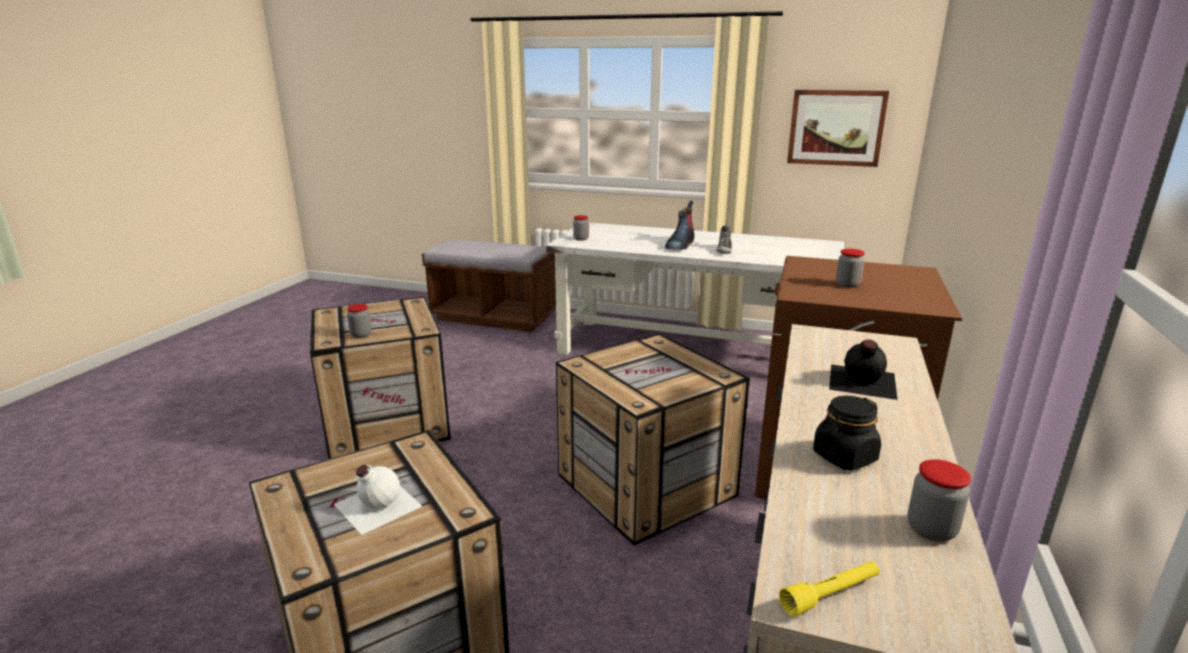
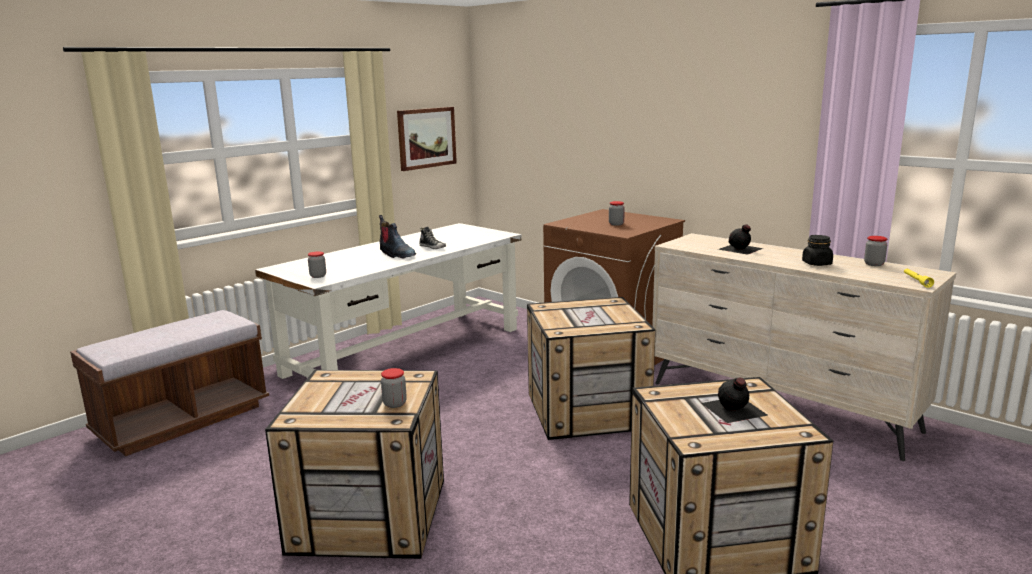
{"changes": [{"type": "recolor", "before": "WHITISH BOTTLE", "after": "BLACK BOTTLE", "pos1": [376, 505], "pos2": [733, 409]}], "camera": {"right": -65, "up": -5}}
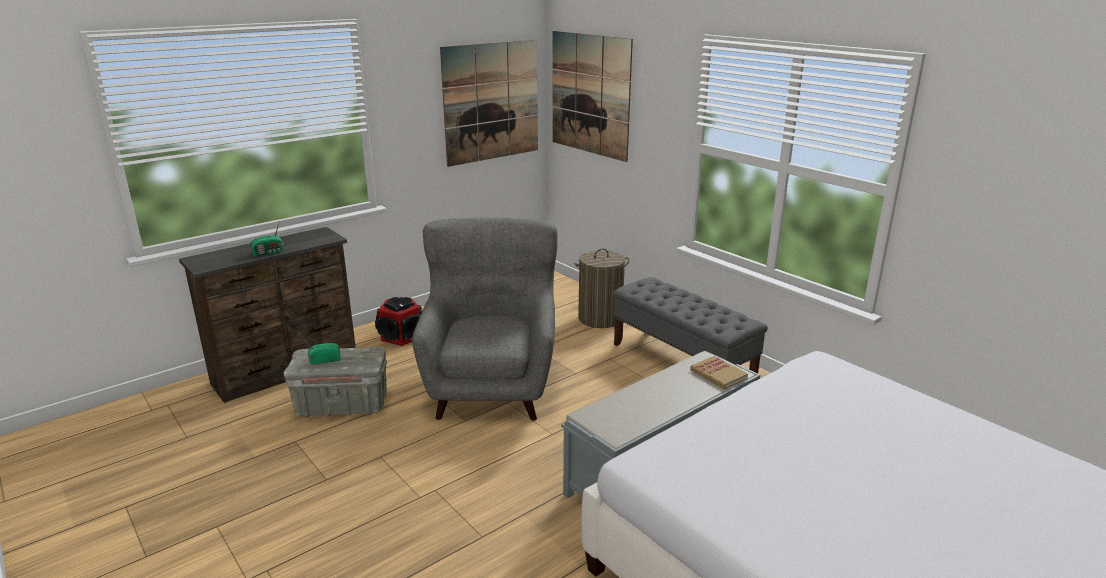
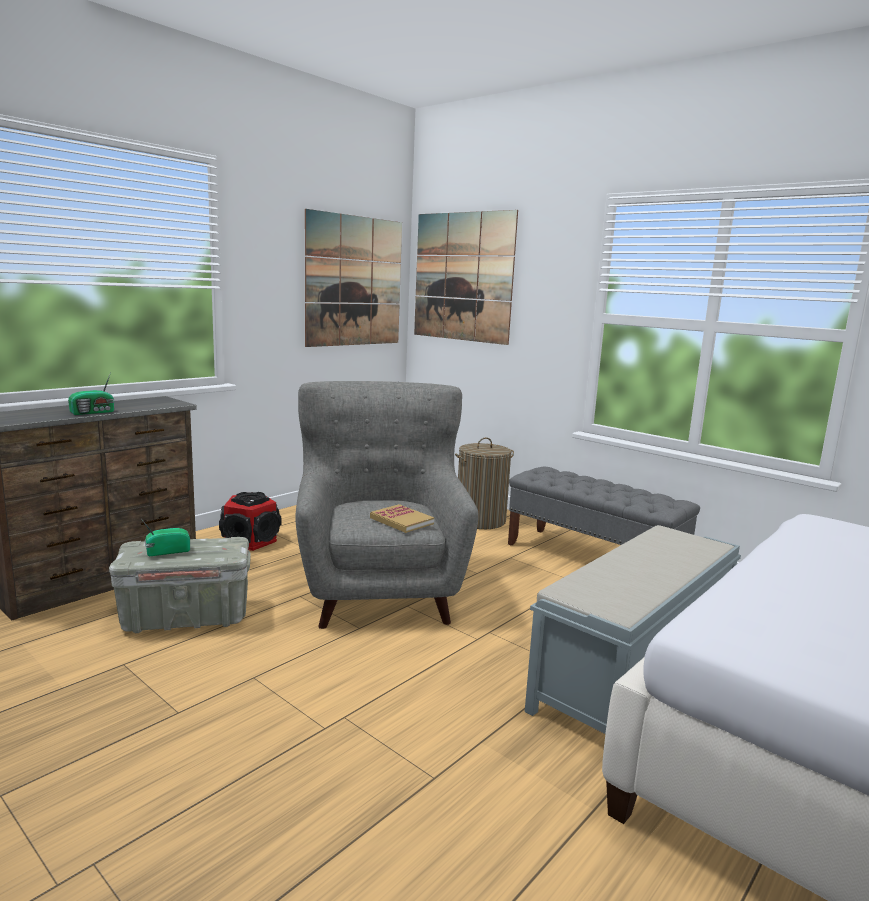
{"changes": [{"type": "move", "before": "BOUND BOOK", "pos1": [718, 374], "pos2": [401, 521]}], "camera": {"right": -10, "up": -10}}
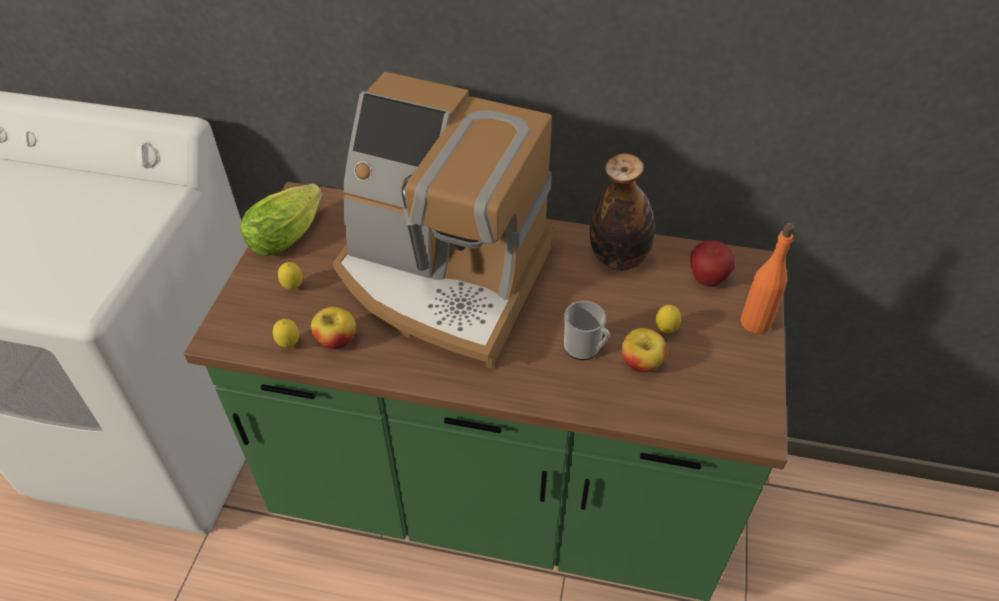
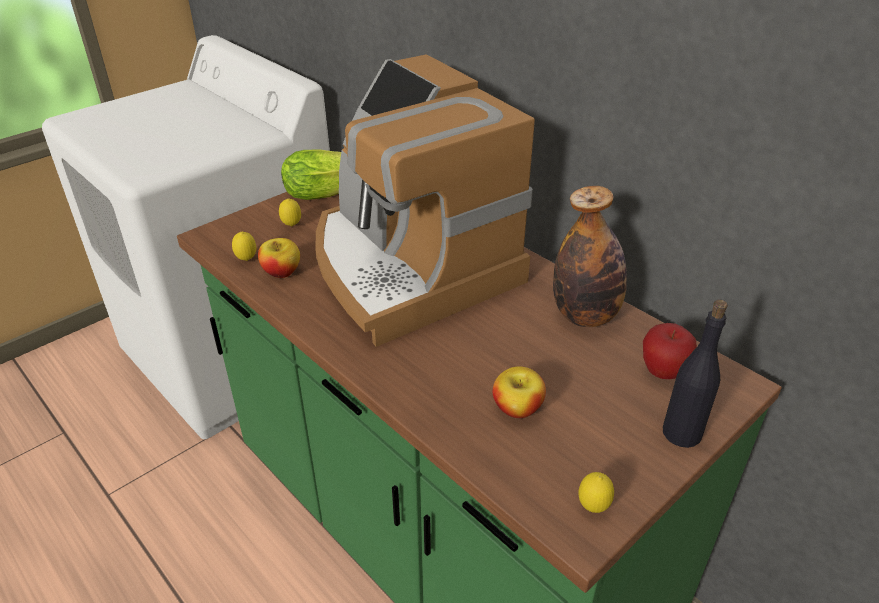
{"changes": [{"type": "recolor", "before": "ORANGE-COLOURED BOTTLE", "after": "BLACK BOTTLE", "pos1": [755, 322], "pos2": [682, 433]}, {"type": "delete", "before": "TEA MUG", "pos1": [585, 348]}, {"type": "move", "before": "WHOLE LEMON", "pos1": [665, 330], "pos2": [593, 508]}], "camera": {"right": 35, "up": -10}}
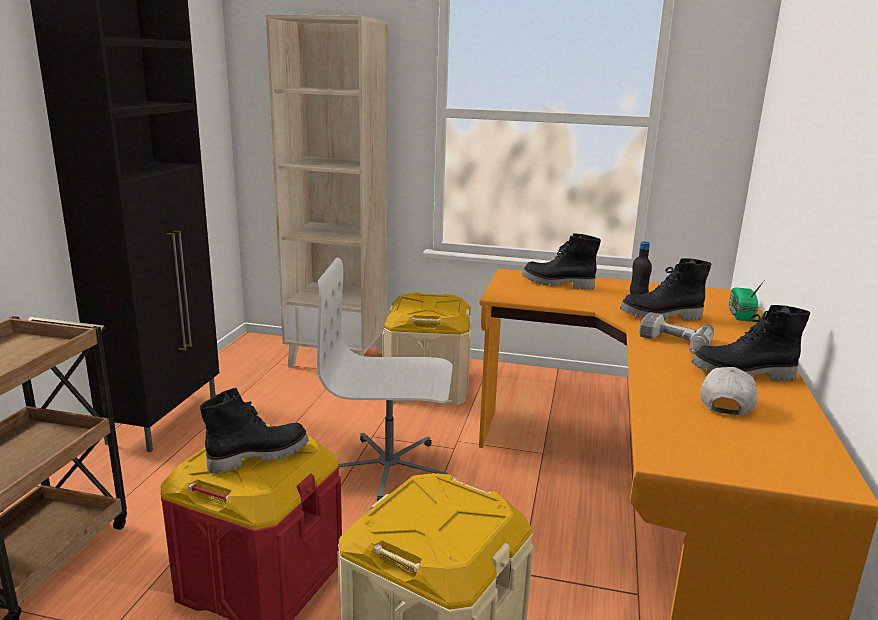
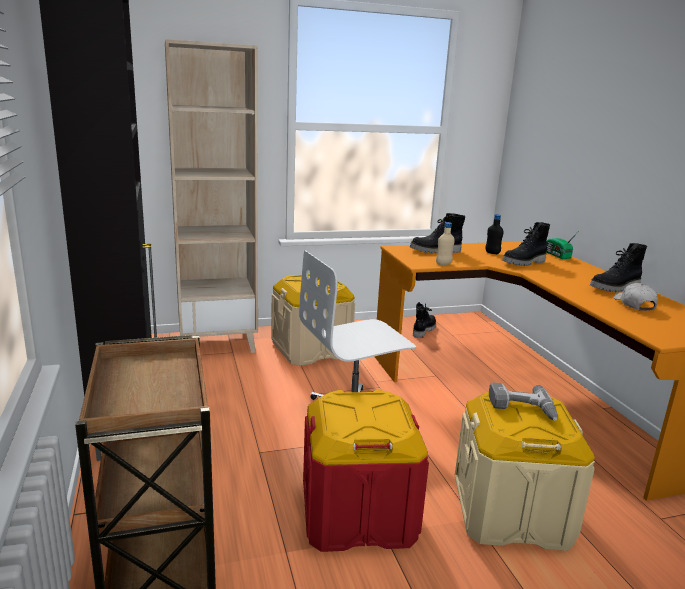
{"changes": [{"type": "move", "before": "ELECTRIC DRILL", "pos1": [672, 343], "pos2": [522, 409]}, {"type": "move", "before": "BLACK TALL BOOT", "pos1": [258, 455], "pos2": [423, 330]}, {"type": "insert", "after": "BEIGE-COLOURED BOTTLE", "pos2": [443, 264]}], "camera": {"right": -30, "up": 0}}
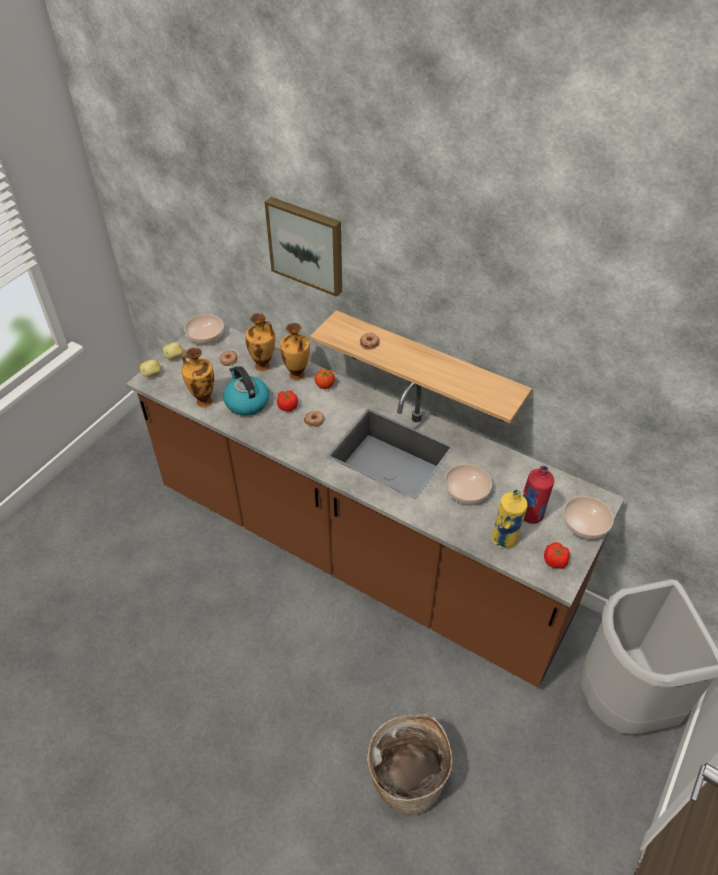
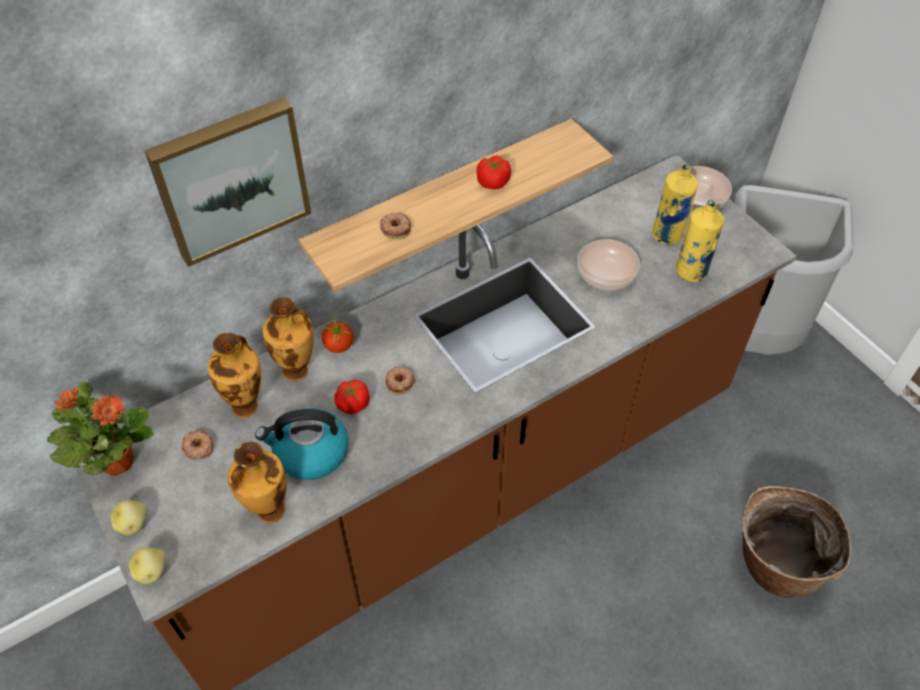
{"changes": [{"type": "replace", "before": "DEEP DISH", "after": "POTTED PLANT", "pos1": [206, 336], "pos2": [116, 461]}, {"type": "recolor", "before": "RED BOTTLE", "after": "YELLOW-COLOURED BOTTLE", "pos1": [531, 515], "pos2": [667, 235]}, {"type": "move", "before": "WHOLE TOMATO", "pos1": [555, 561], "pos2": [493, 182]}], "camera": {"right": -65, "up": 5}}
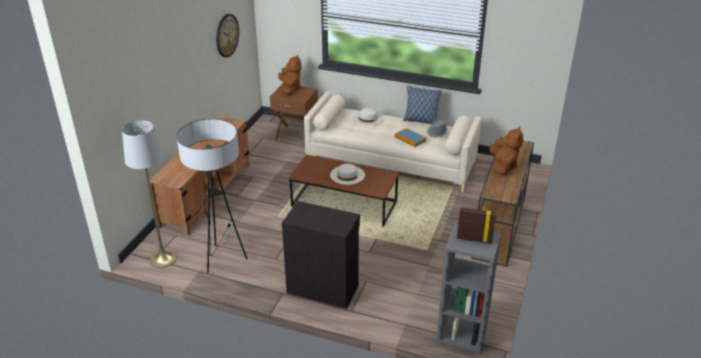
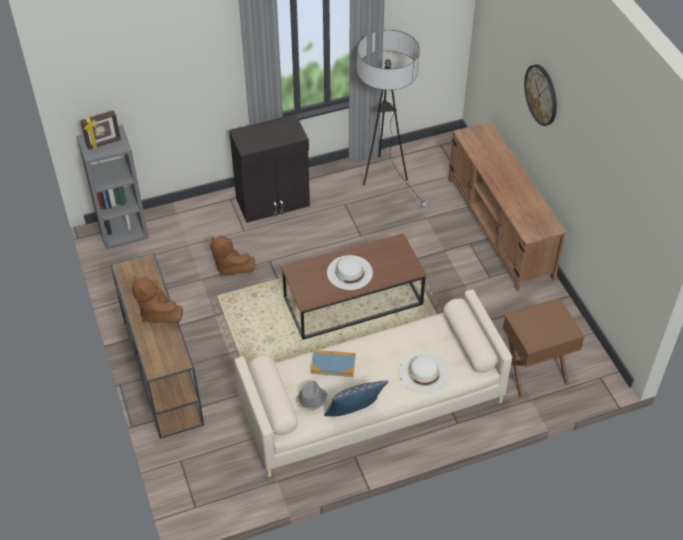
{"changes": [{"type": "move", "before": "WALL CLOCK", "pos1": [227, 35], "pos2": [541, 94]}, {"type": "move", "before": "BROWNISH CUDDLY TOY", "pos1": [290, 89], "pos2": [230, 267]}, {"type": "delete", "before": "GRAY STANDING LAMP", "pos1": [163, 259]}], "camera": {"right": 140, "up": 15}}
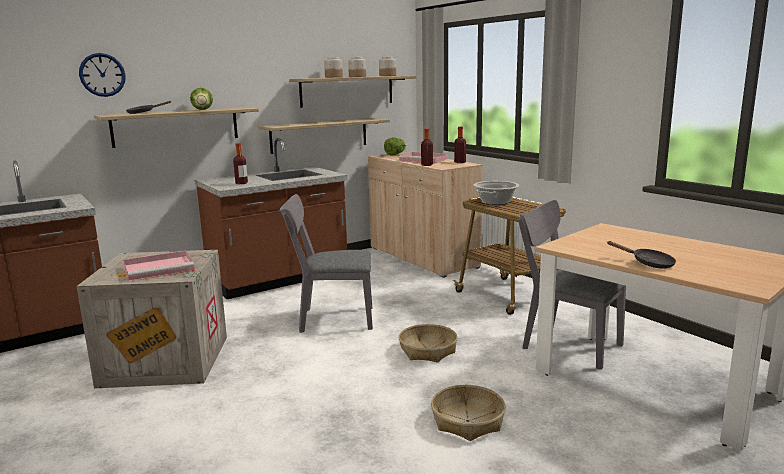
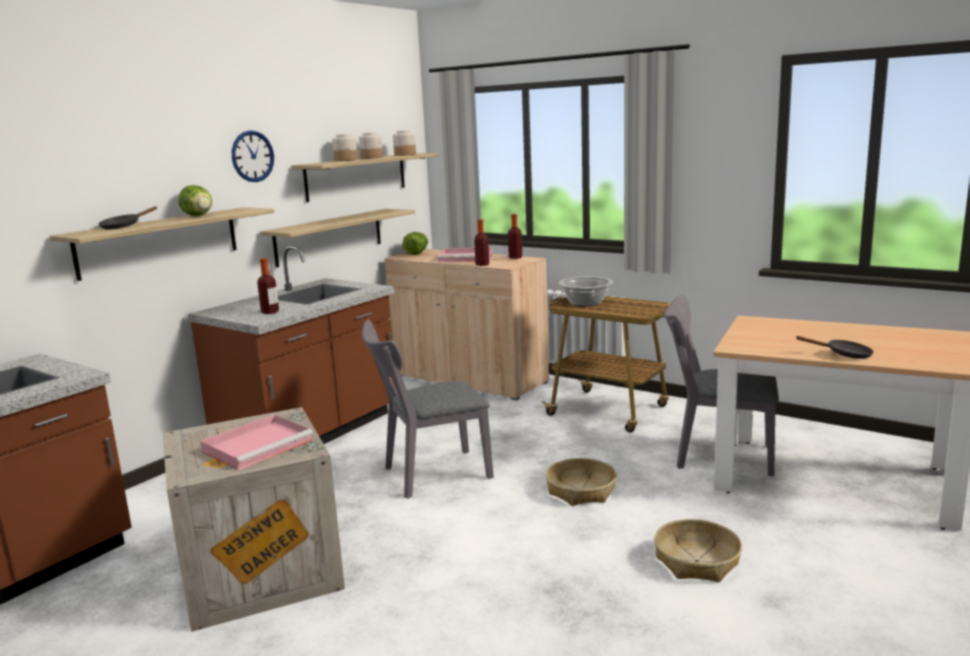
{"changes": [{"type": "move", "before": "WALL CLOCK", "pos1": [102, 75], "pos2": [252, 156]}], "camera": {"right": -20, "up": 0}}
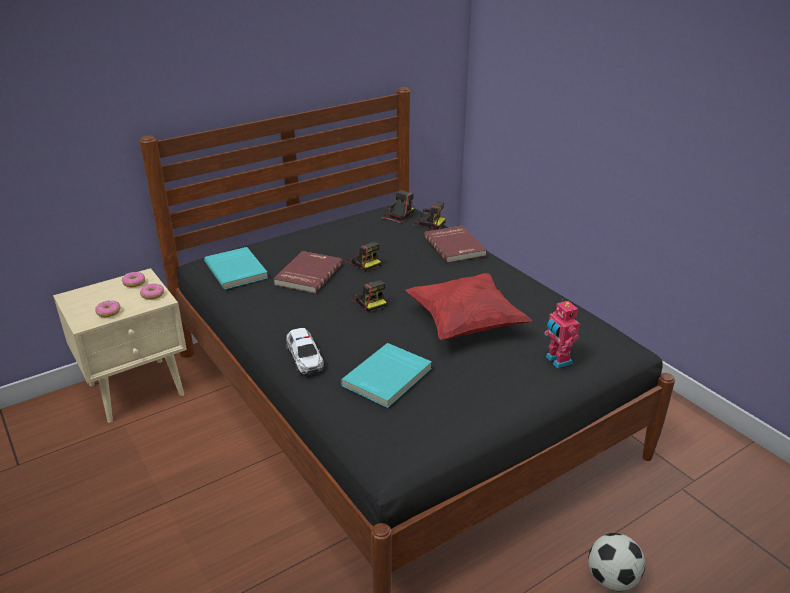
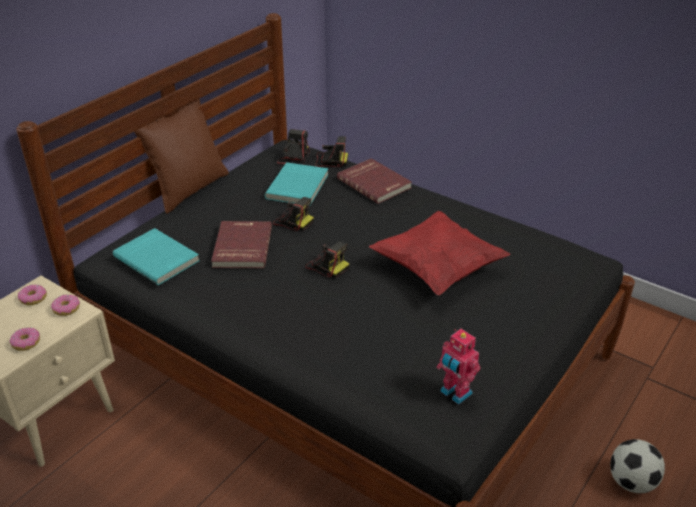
{"changes": [{"type": "move", "before": "ROBOT FIGURE", "pos1": [557, 360], "pos2": [454, 393]}, {"type": "delete", "before": "MINIATURE CAR", "pos1": [304, 357]}, {"type": "move", "before": "BLUE-GREEN BOUND BOOK", "pos1": [388, 377], "pos2": [298, 186]}, {"type": "insert", "after": "BROWNISH PILLOW", "pos2": [189, 190]}], "camera": {"right": -20, "up": 5}}
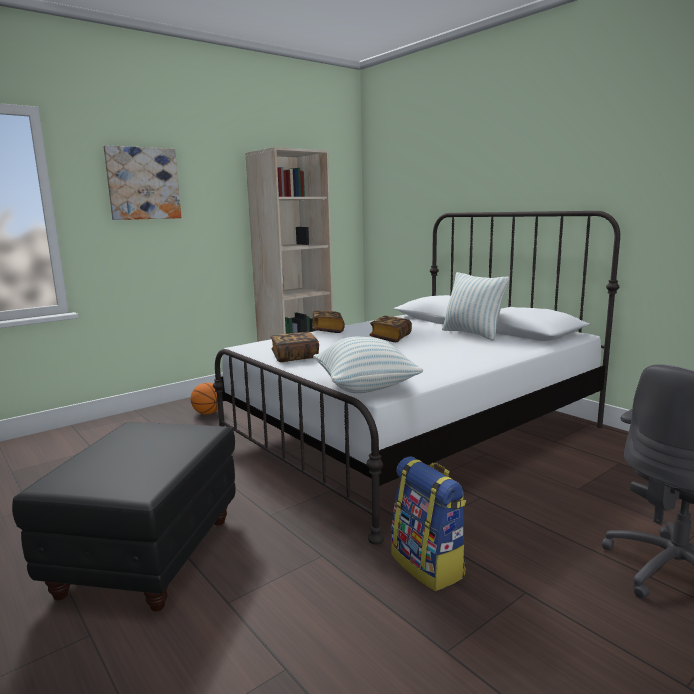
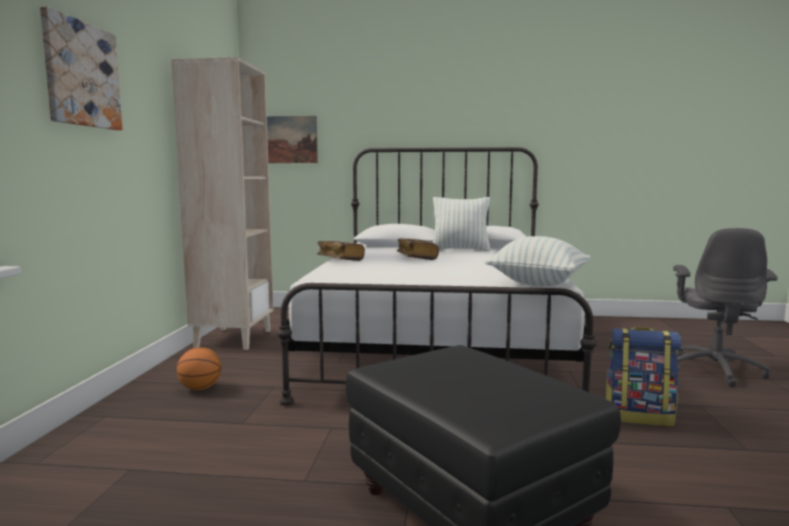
{"changes": [{"type": "delete", "before": "BOUND BOOK", "pos1": [295, 357]}, {"type": "insert", "after": "WALL ART", "pos2": [289, 139]}], "camera": {"right": -45, "up": -5}}
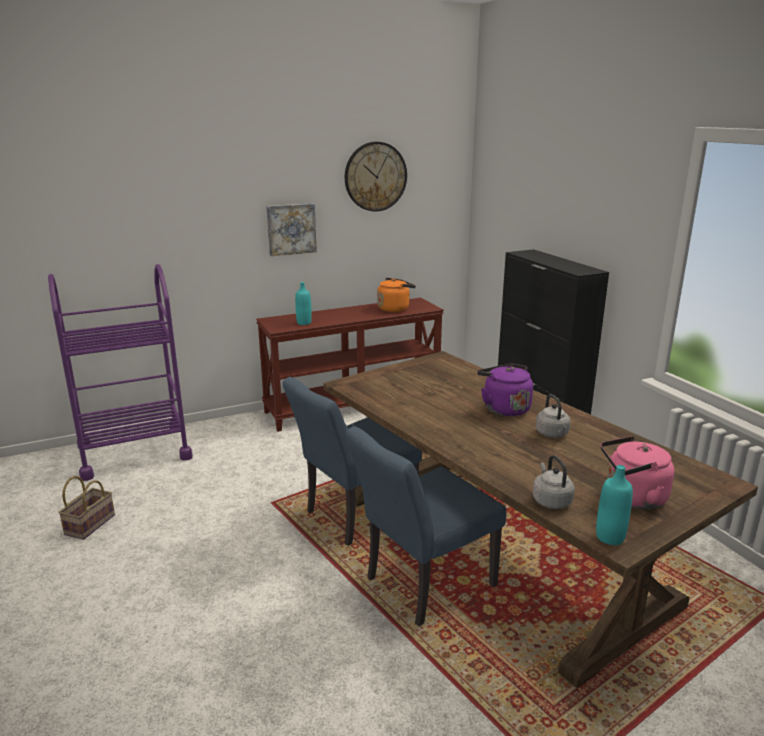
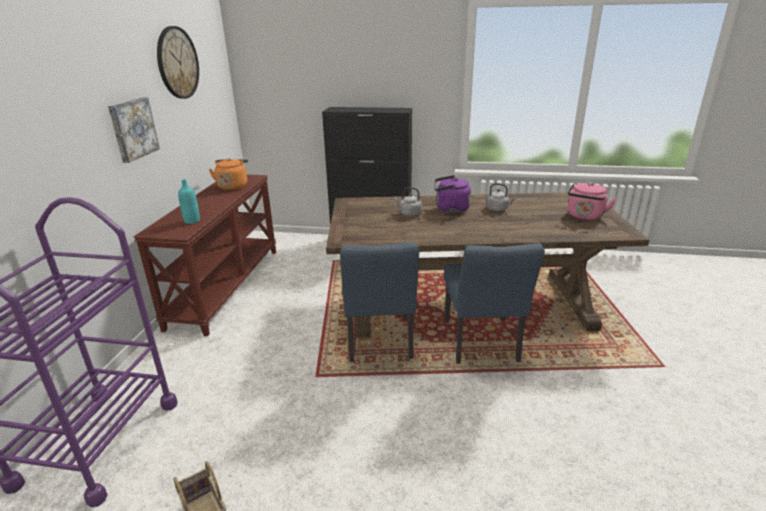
{"changes": [{"type": "move", "before": "GRAY TEA KETTLE", "pos1": [550, 500], "pos2": [409, 214]}, {"type": "delete", "before": "BLUE-GREEN BOTTLE", "pos1": [610, 537]}], "camera": {"right": -55, "up": 5}}
